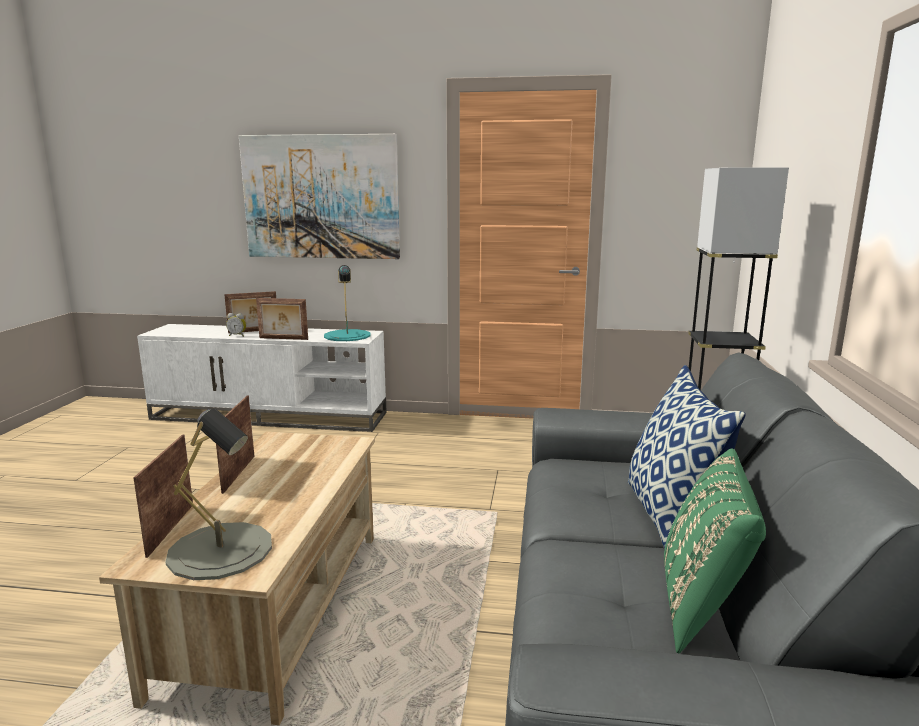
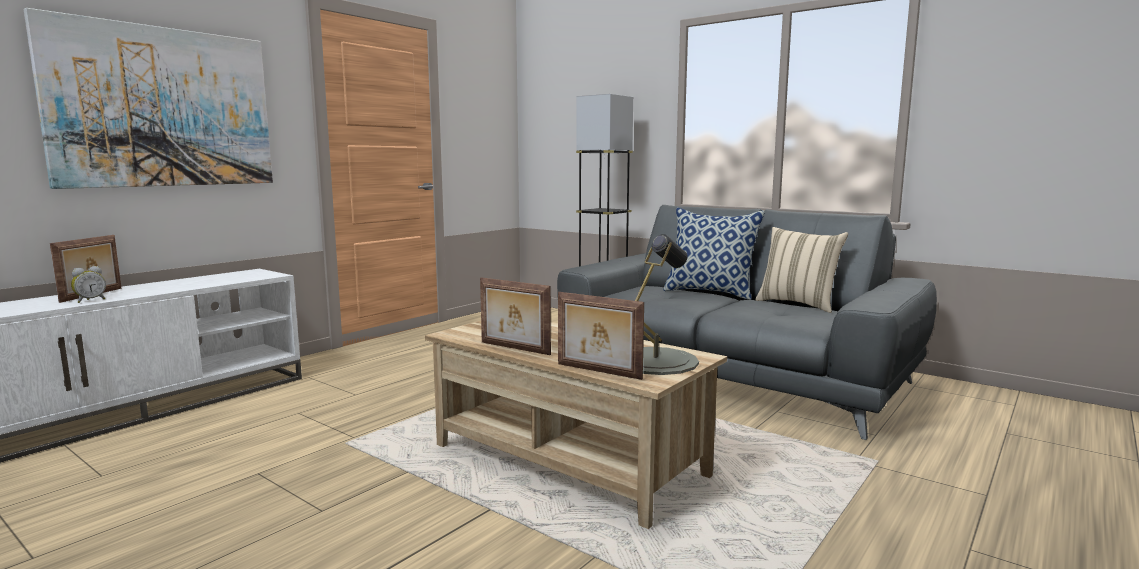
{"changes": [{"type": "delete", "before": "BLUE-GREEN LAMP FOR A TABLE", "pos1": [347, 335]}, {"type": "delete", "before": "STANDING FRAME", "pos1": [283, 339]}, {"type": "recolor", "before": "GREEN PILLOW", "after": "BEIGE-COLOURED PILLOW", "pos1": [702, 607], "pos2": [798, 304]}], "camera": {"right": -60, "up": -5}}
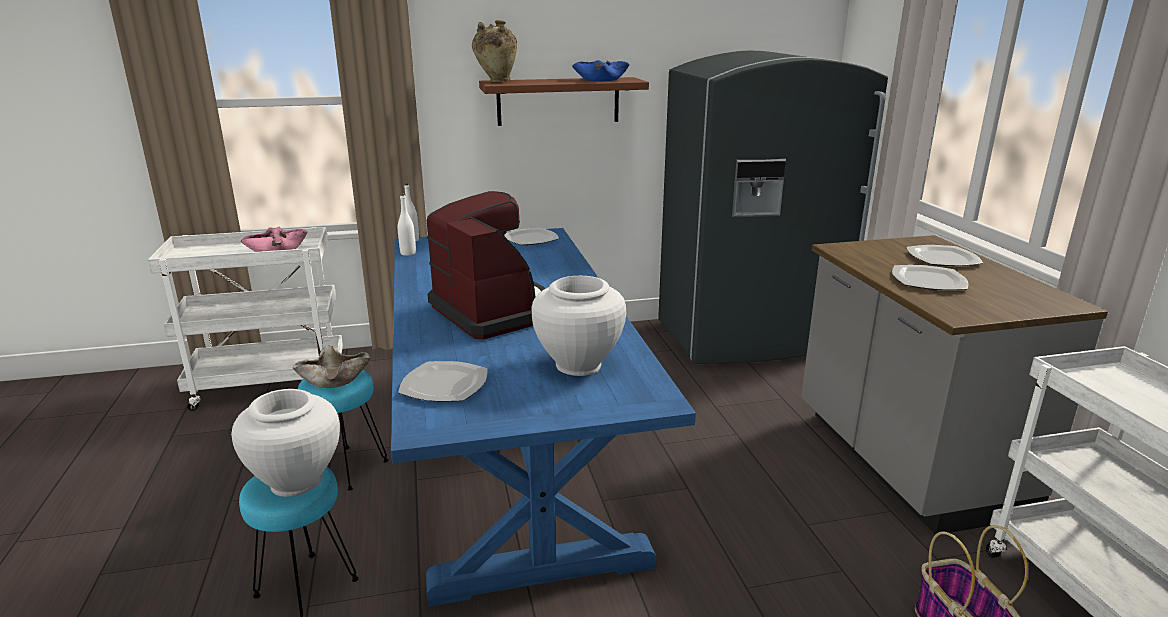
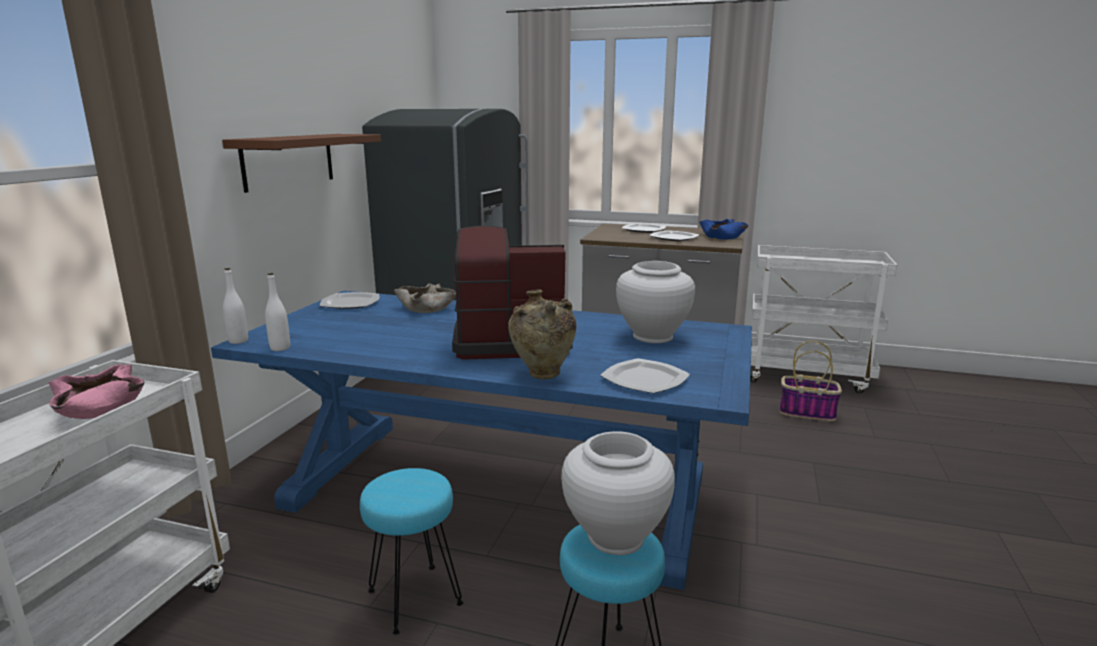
{"changes": [{"type": "move", "before": "BEIGE-COLOURED FLOWER VASE", "pos1": [496, 81], "pos2": [542, 376]}, {"type": "move", "before": "BLUISH DEEP DISH", "pos1": [600, 79], "pos2": [721, 237]}, {"type": "move", "before": "BEIGE-COLOURED DEEP DISH", "pos1": [335, 378], "pos2": [427, 307]}], "camera": {"right": -60, "up": -5}}
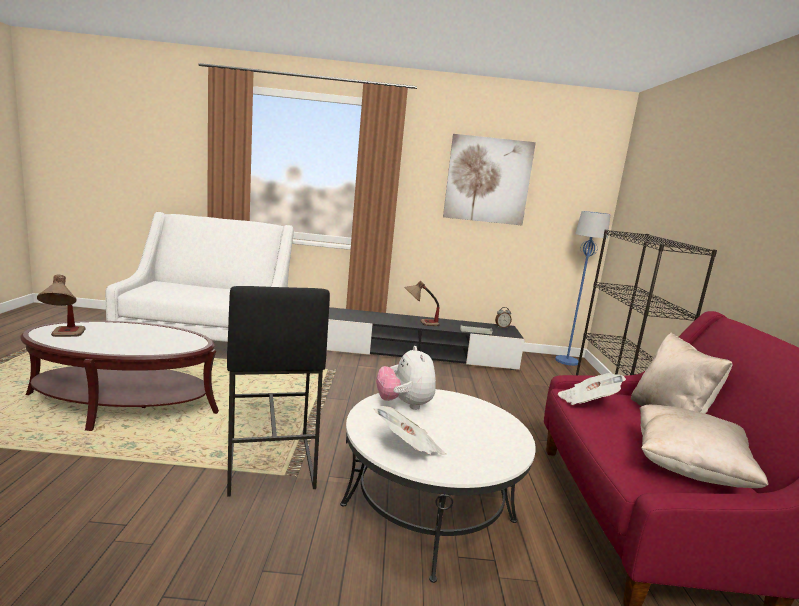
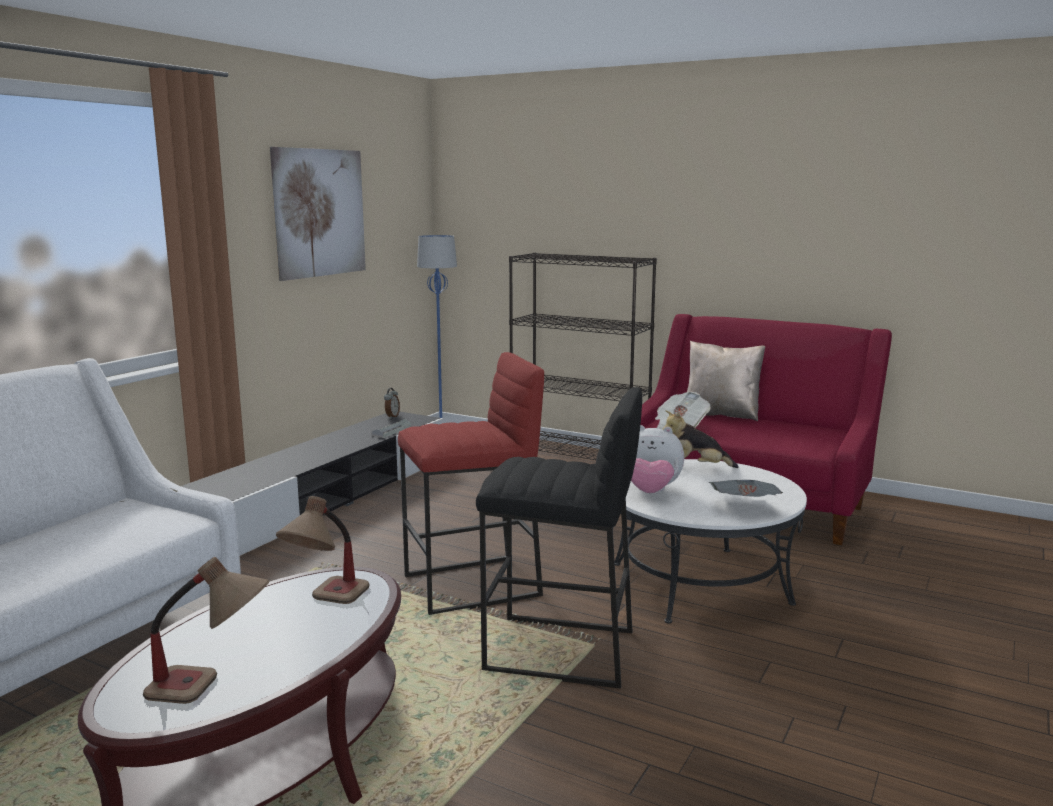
{"changes": [{"type": "move", "before": "LAMP FOR A TABLE", "pos1": [419, 323], "pos2": [327, 605]}, {"type": "delete", "before": "BEIGE-COLOURED PILLOW", "pos1": [688, 468]}, {"type": "insert", "after": "RED STOOL", "pos2": [472, 586]}, {"type": "insert", "after": "CUDDLY TOY", "pos2": [696, 468]}], "camera": {"right": -60, "up": 0}}
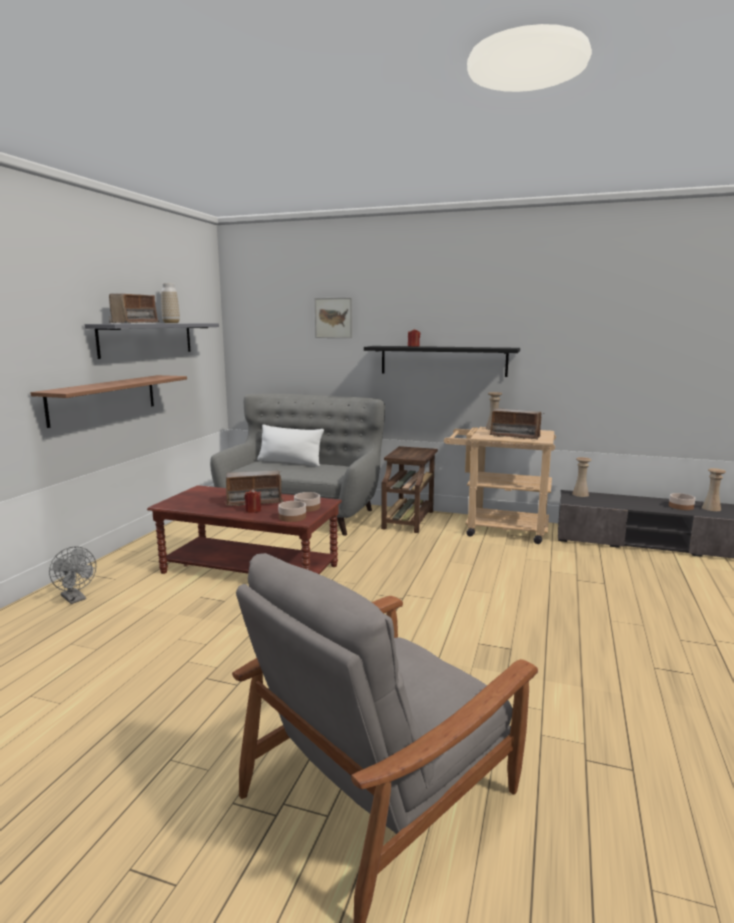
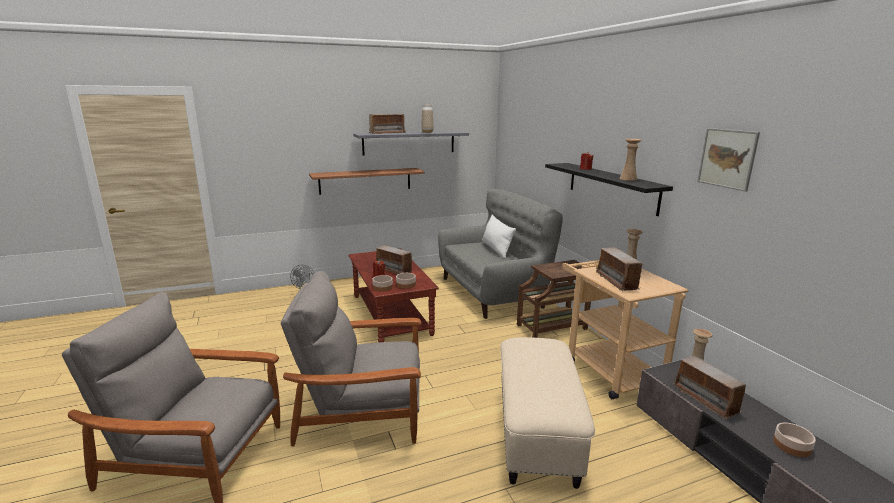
{"changes": [{"type": "move", "before": "WALL ART", "pos1": [333, 318], "pos2": [727, 158]}, {"type": "move", "before": "BEIGE-COLOURED FLOWER VASE", "pos1": [711, 508], "pos2": [628, 179]}, {"type": "insert", "after": "GRAY EASY CHAIR", "pos2": [362, 411]}, {"type": "insert", "after": "BEIGE-COLOURED OTTOMAN", "pos2": [538, 433]}, {"type": "insert", "after": "RADIO RECEIVER", "pos2": [706, 399]}], "camera": {"right": 50, "up": 5}}
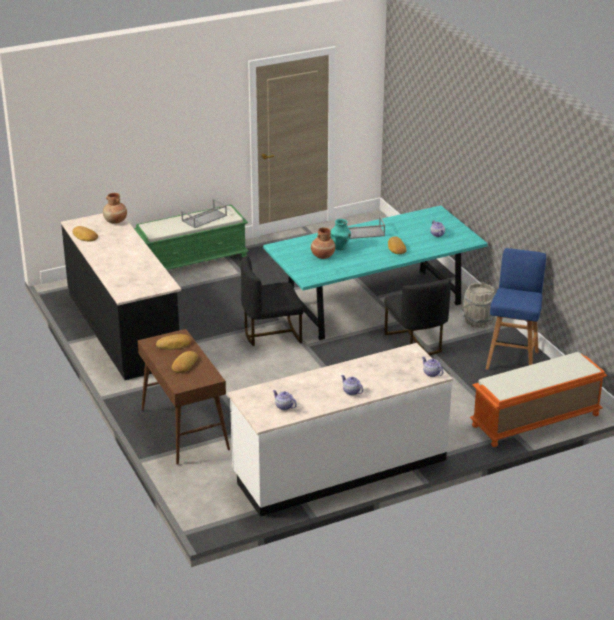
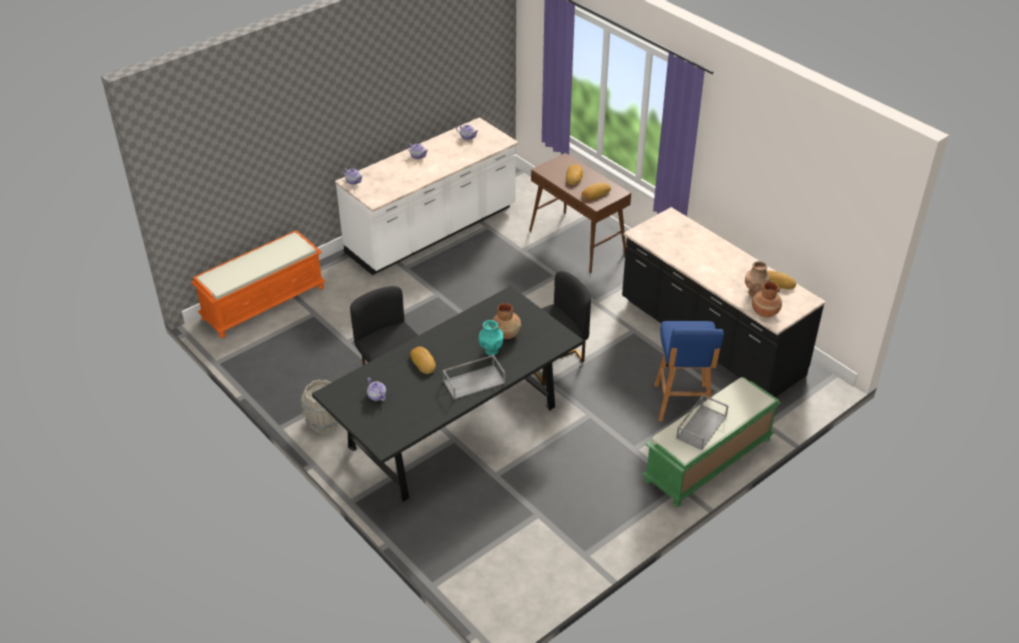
{"changes": [{"type": "recolor", "before": "BLUE-GREEN KITCHEN TABLE", "after": "BLACK KITCHEN TABLE", "pos1": [373, 304], "pos2": [454, 427]}, {"type": "move", "before": "BLUISH STOOL", "pos1": [512, 359], "pos2": [682, 404]}, {"type": "insert", "after": "BROWNISH FLOWER VASE", "pos2": [754, 292]}], "camera": {"right": 165, "up": 10}}
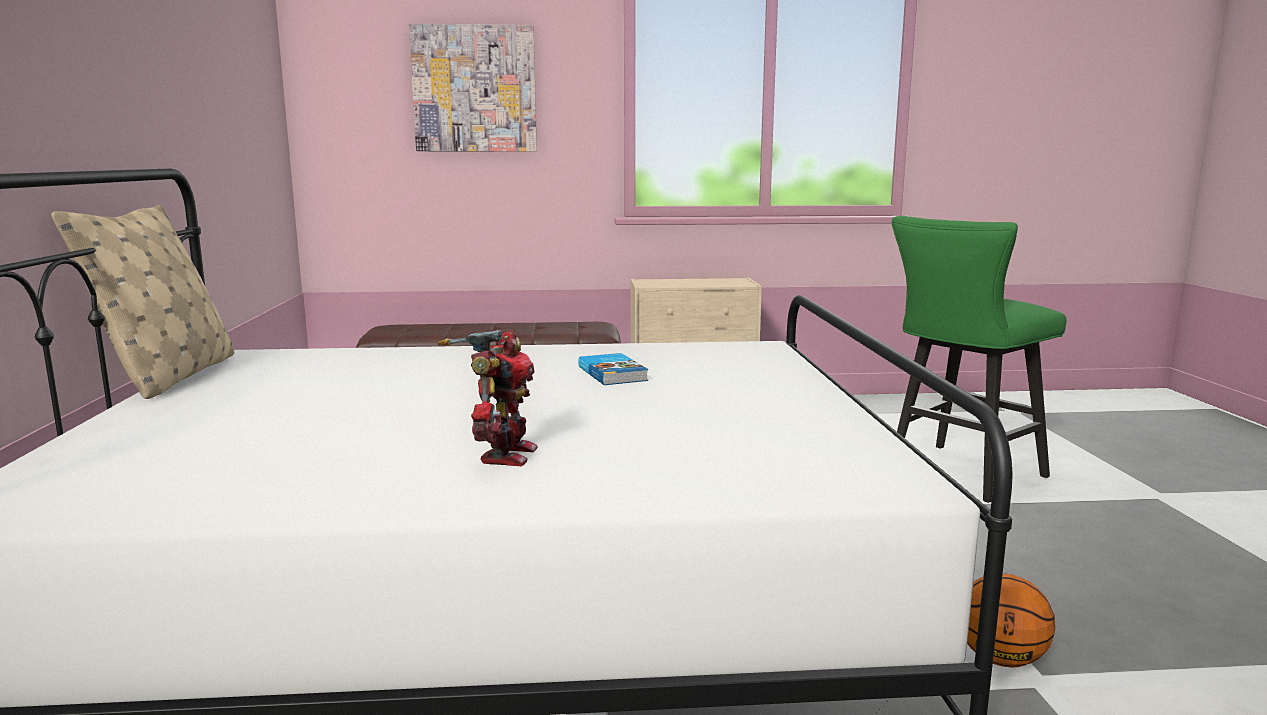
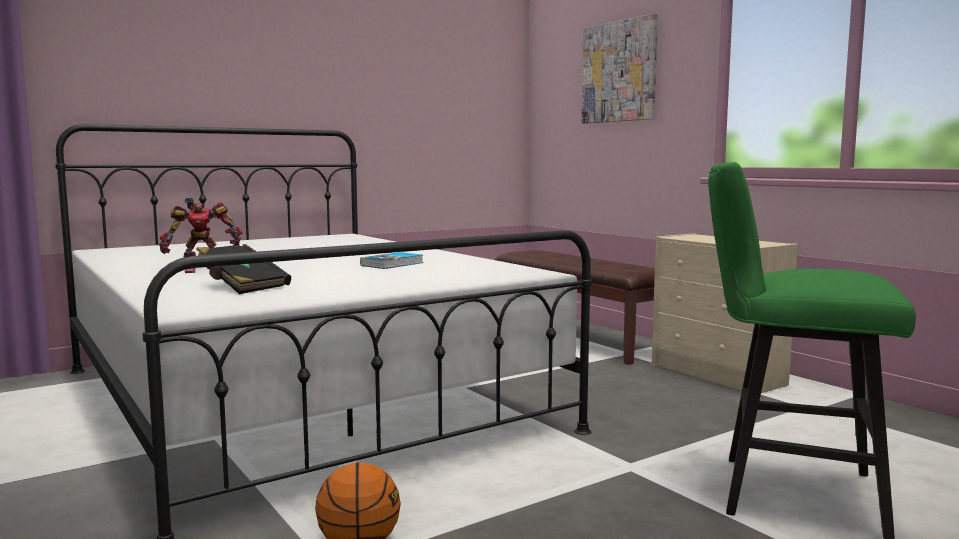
{"changes": [{"type": "delete", "before": "BEIGE-COLOURED PILLOW", "pos1": [170, 376]}, {"type": "insert", "after": "BLACK BOUND BOOK", "pos2": [242, 286]}], "camera": {"right": 60, "up": -5}}
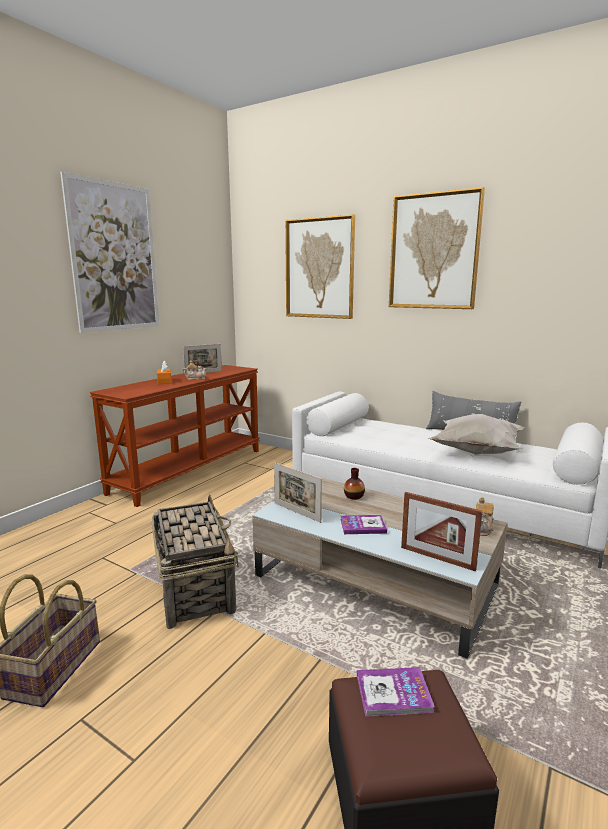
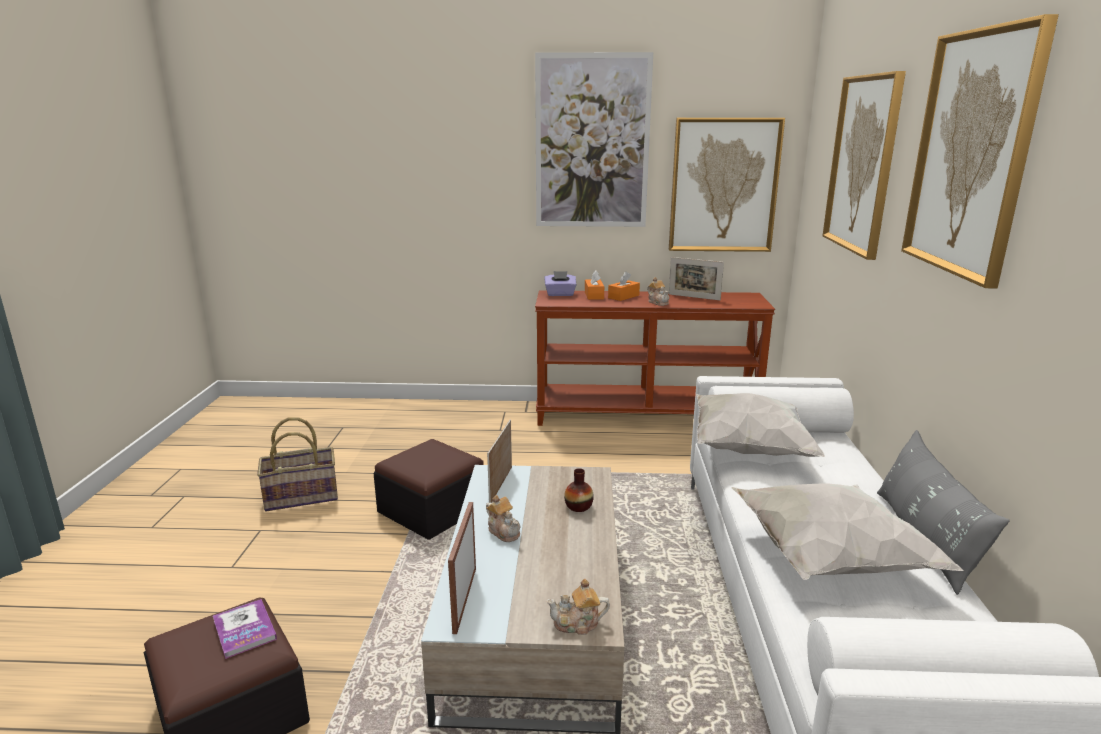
{"changes": [{"type": "replace", "before": "STORAGE BASKET", "after": "OTTOMAN", "pos1": [194, 588], "pos2": [432, 509]}, {"type": "replace", "before": "BOUND BOOK", "after": "POT FOR TEA", "pos1": [363, 526], "pos2": [504, 531]}, {"type": "insert", "after": "WALL ART", "pos2": [724, 185]}, {"type": "insert", "after": "PURPLISH BOX OF TISSUES", "pos2": [560, 294]}, {"type": "insert", "after": "ORANGE-COLOURED BOX OF TISSUES", "pos2": [594, 295]}, {"type": "insert", "after": "WHITISH PILLOW", "pos2": [748, 449]}], "camera": {"right": 60, "up": 5}}
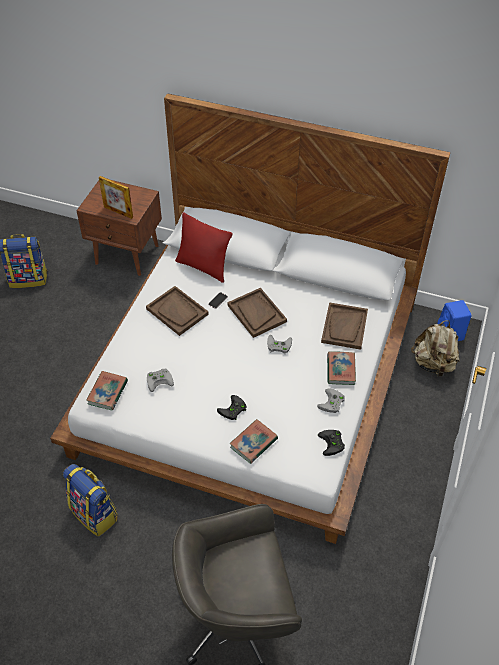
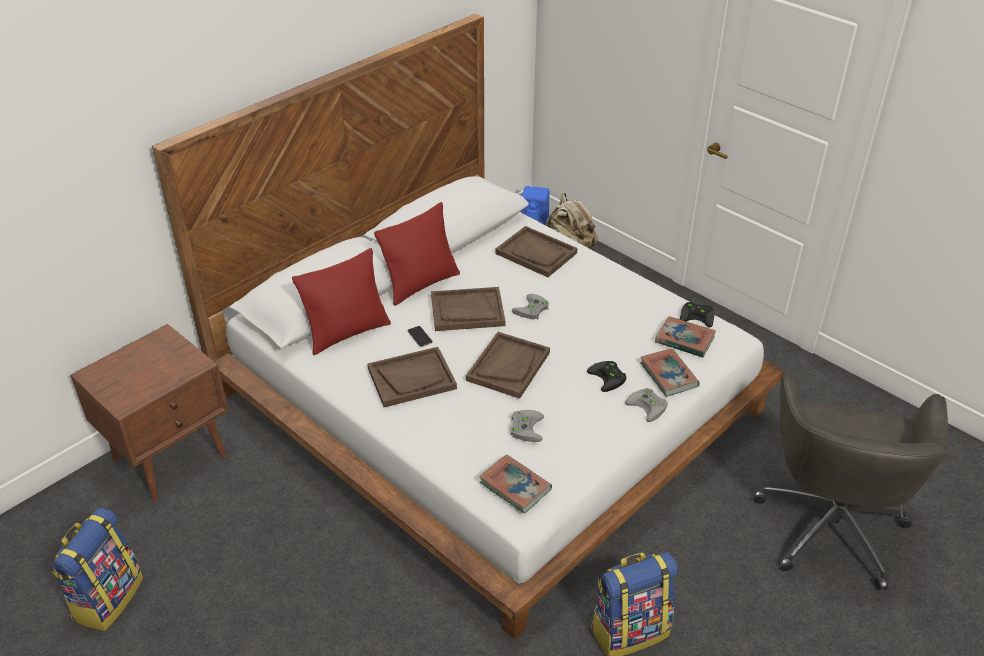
{"changes": [{"type": "delete", "before": "STANDING FRAME", "pos1": [118, 212]}, {"type": "move", "before": "BOUND BOOK", "pos1": [340, 370], "pos2": [684, 340]}, {"type": "move", "before": "GRAY GAMEPAD", "pos1": [332, 403], "pos2": [649, 406]}, {"type": "insert", "after": "RED PILLOW", "pos2": [421, 284]}, {"type": "insert", "after": "BROWNISH TRAY", "pos2": [508, 366]}], "camera": {"right": -65, "up": -10}}
